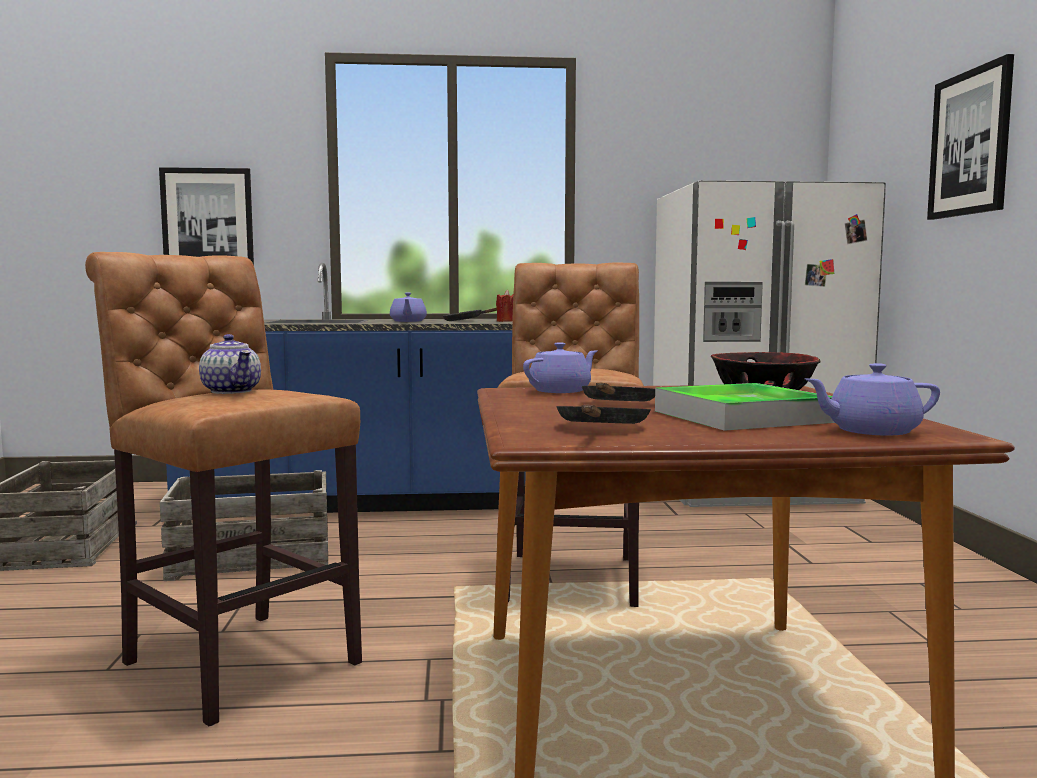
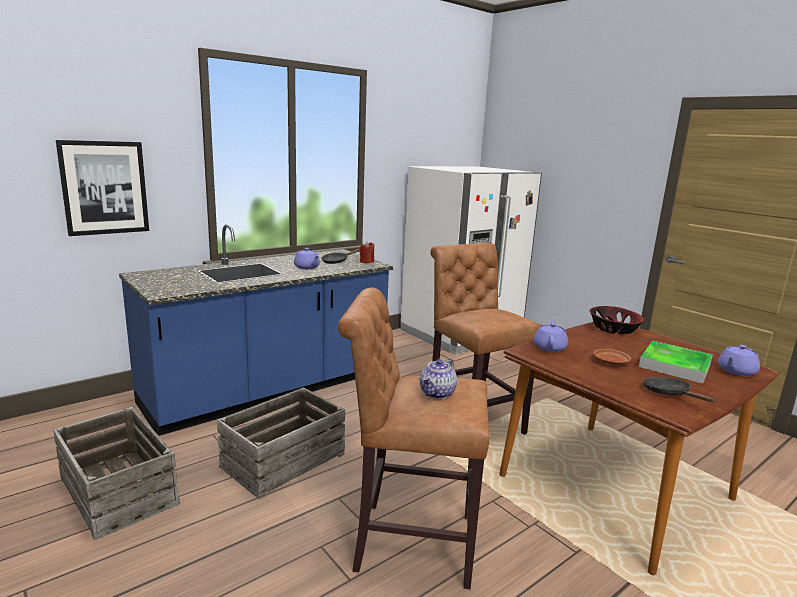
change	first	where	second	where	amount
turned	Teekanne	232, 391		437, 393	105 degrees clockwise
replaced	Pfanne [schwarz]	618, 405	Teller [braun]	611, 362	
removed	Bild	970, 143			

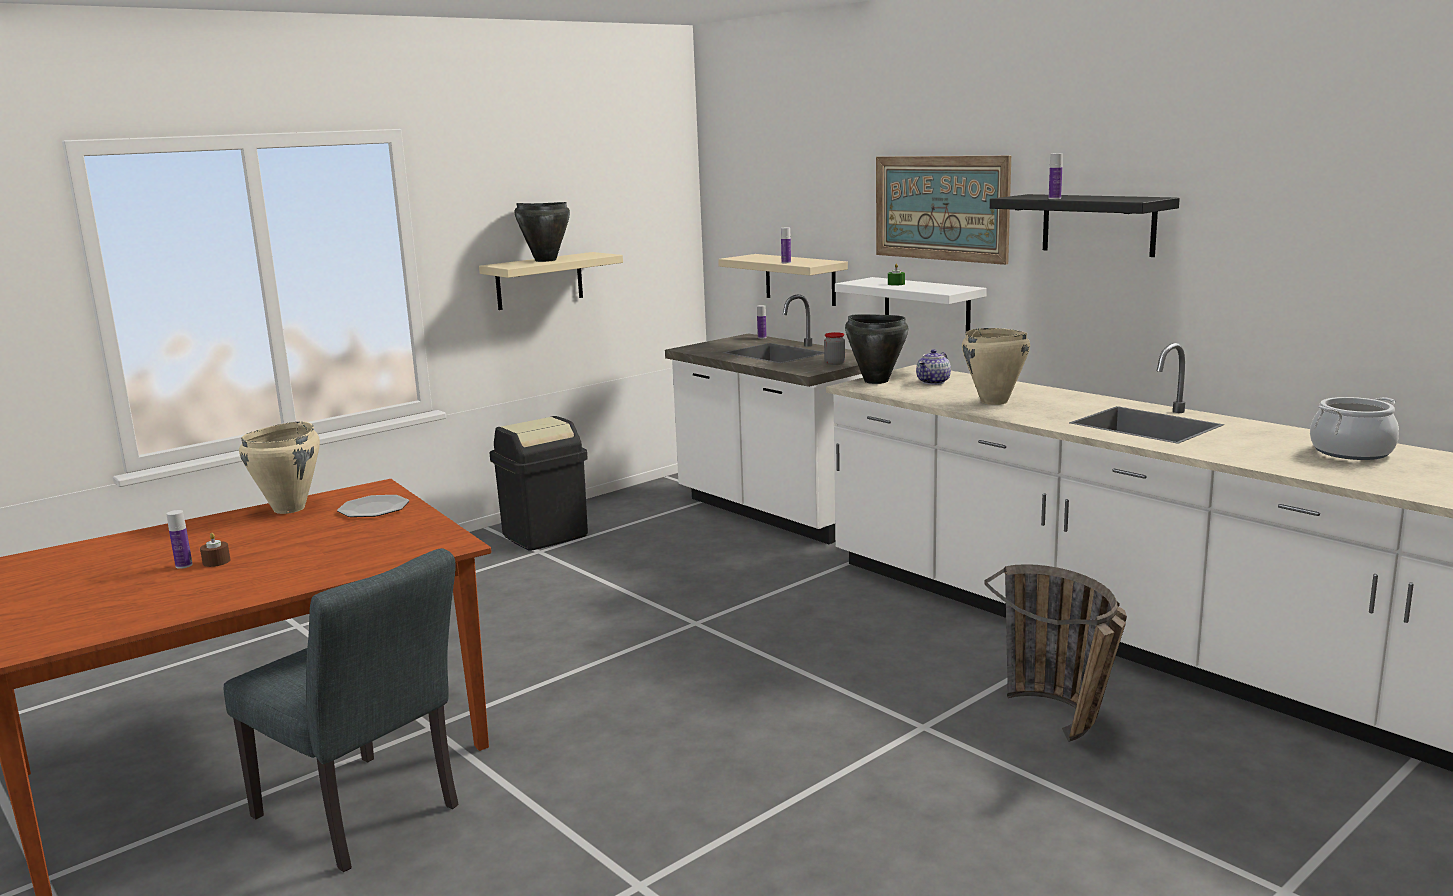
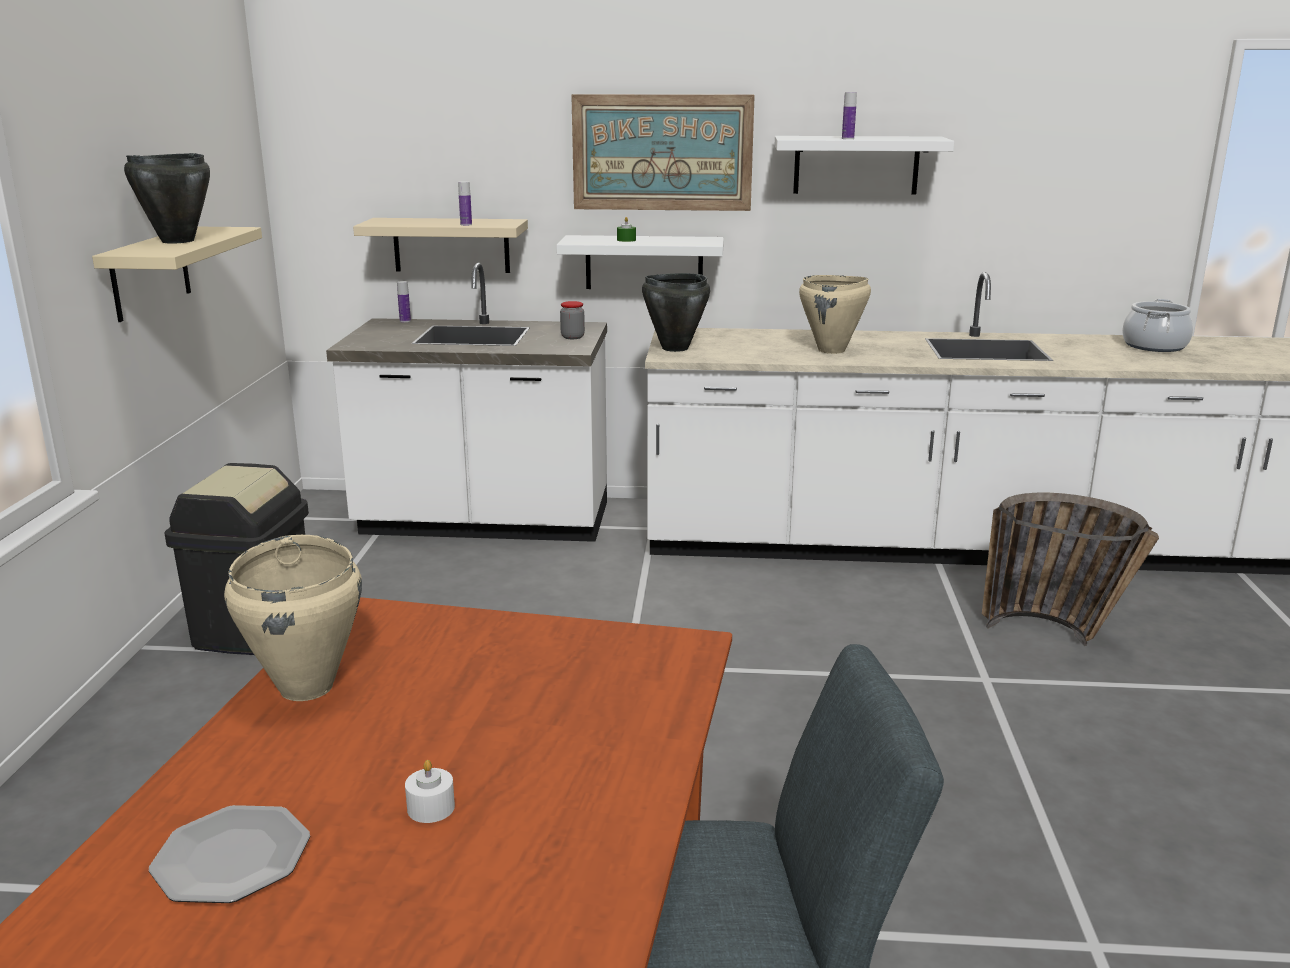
change	first	where	second	where	amount
removed	Flasche	184, 565			
recoloured	Kerze [braun]	216, 562	Kerze [weiß]	431, 808	
moved	Teller	373, 508		231, 857	
removed	Teekanne	933, 382			
recoloured	Wandregal [schwarz]	1098, 224	Wandregal [weiß]	856, 165	

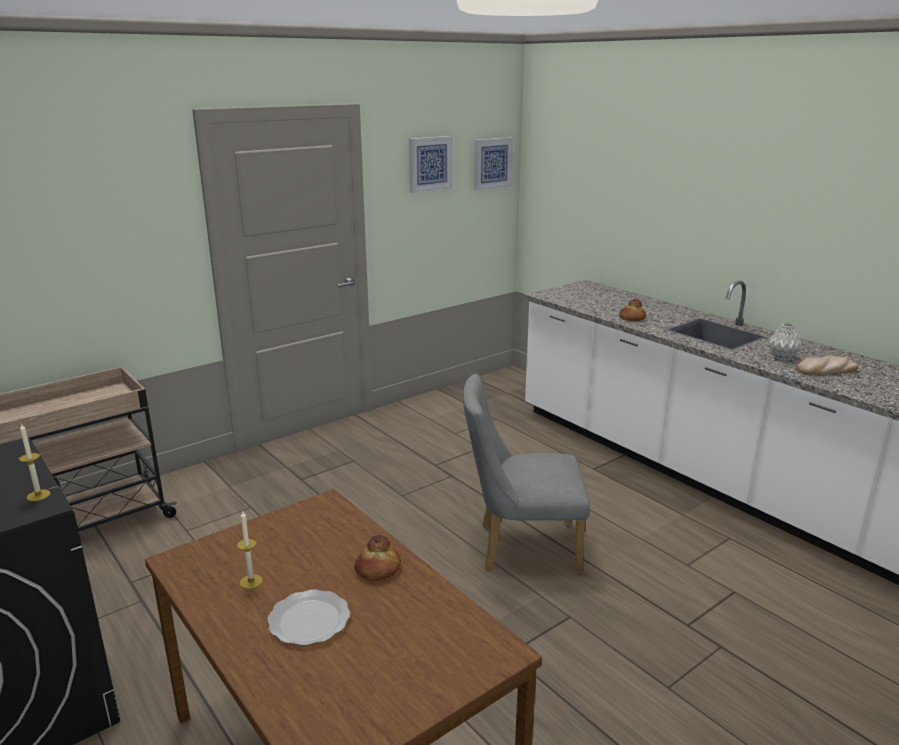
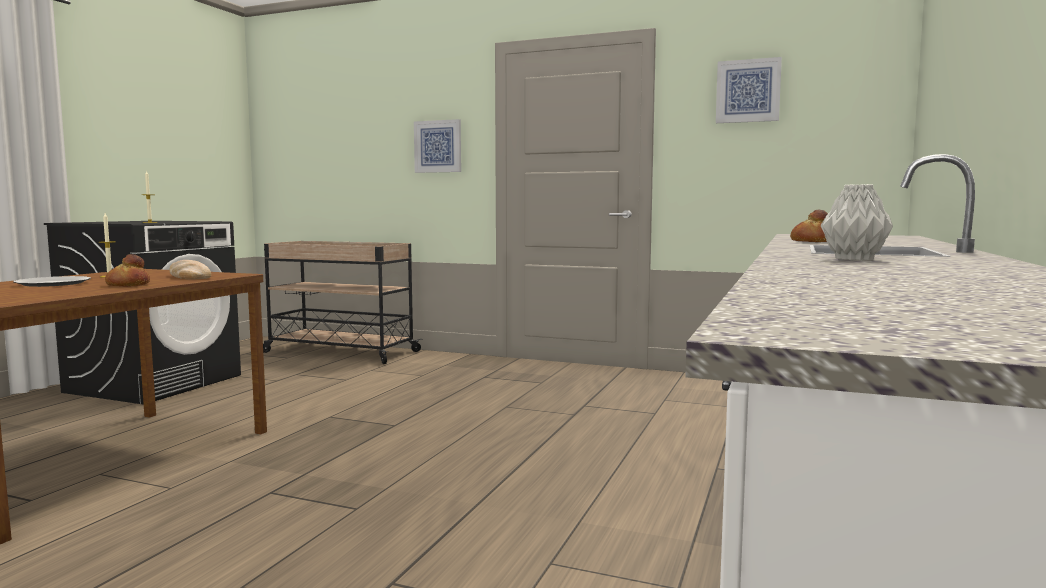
change	first	where	second	where	amount
removed	Stuhl [grau]	520, 548			
moved	Bild	492, 163		438, 146	
moved	Brot	826, 370		189, 276	

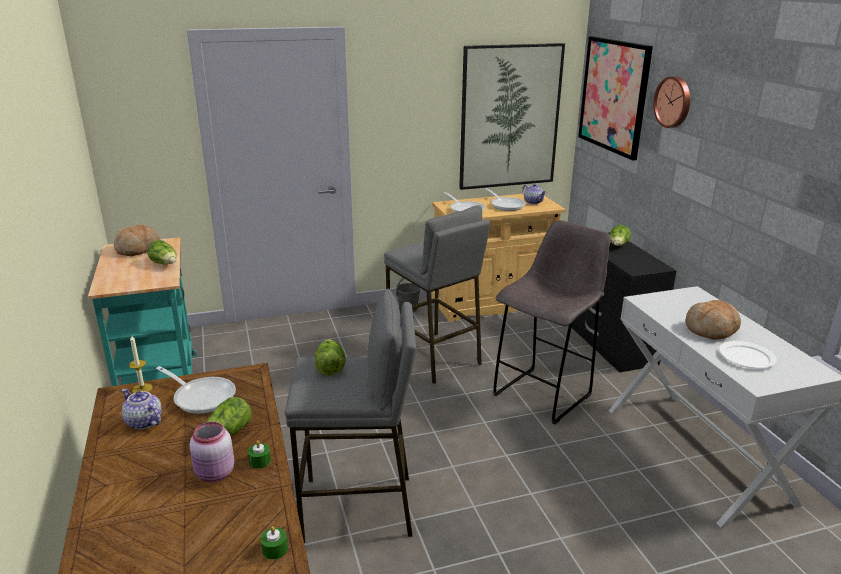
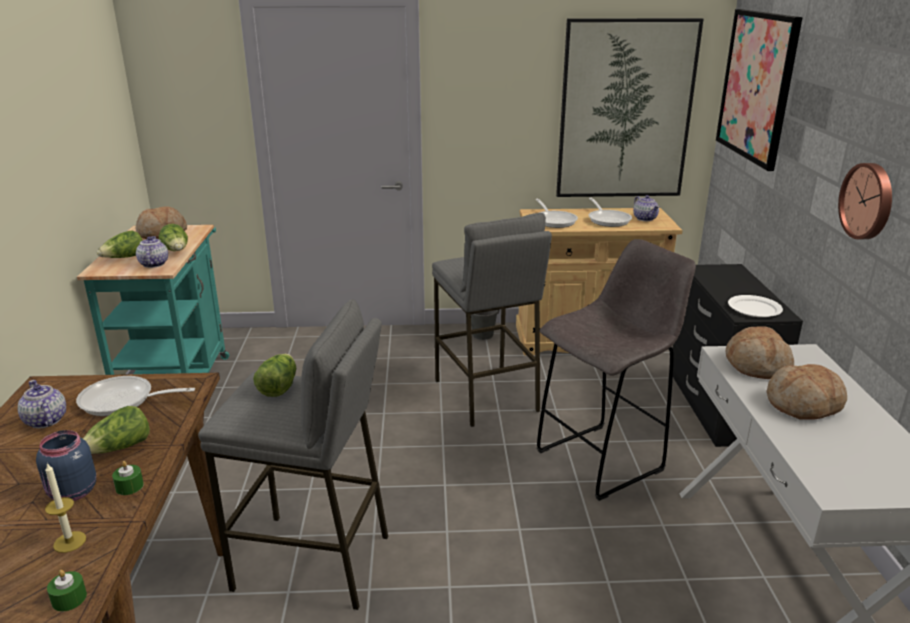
change	first	where	second	where	amount
moved	Kerze	142, 388		69, 542	
turned	Pfanne	201, 397		123, 401	135 degrees clockwise
recoloured	Vorratsglas [rosa]	215, 474	Vorratsglas [blau]	72, 493	
moved	Salatkopf	618, 245		124, 258	
moved	Wanduhr	673, 102		868, 201	
moved	Teller [weiß]	747, 357		754, 309	
added			Teekanne	153, 264	
added			Brot	757, 365	

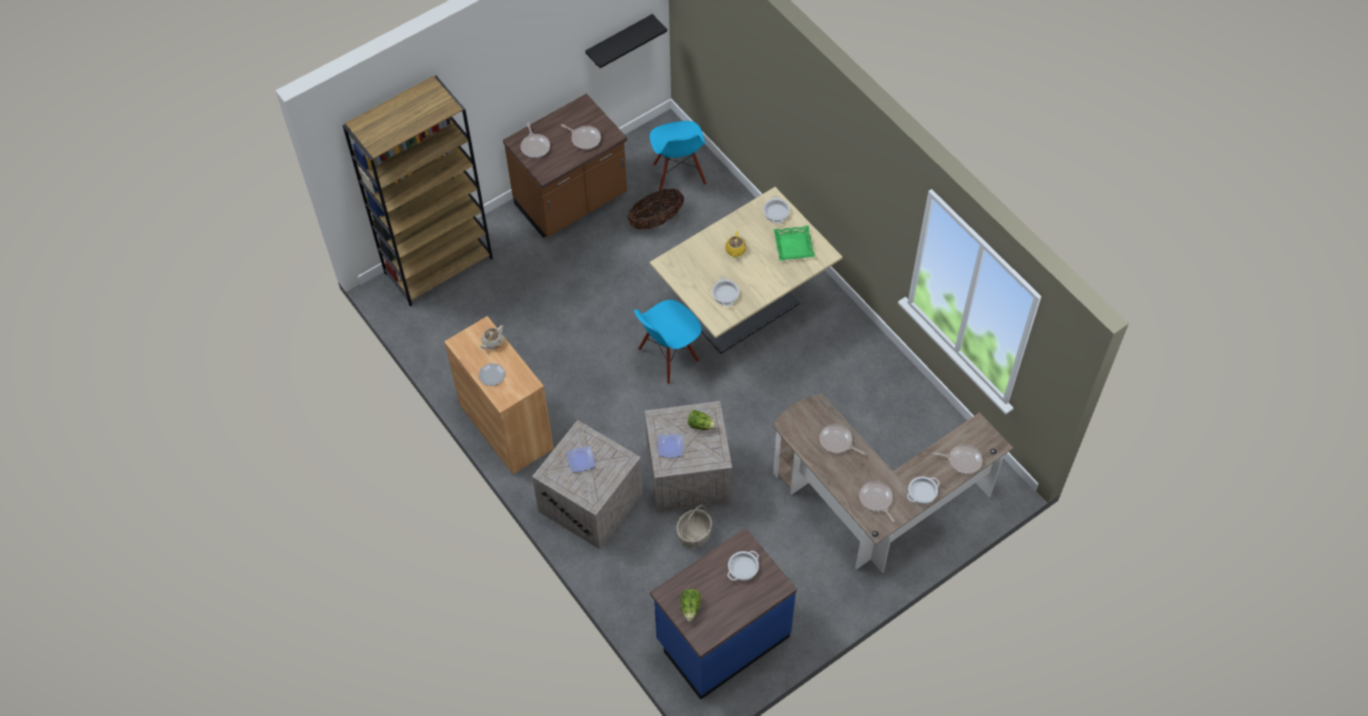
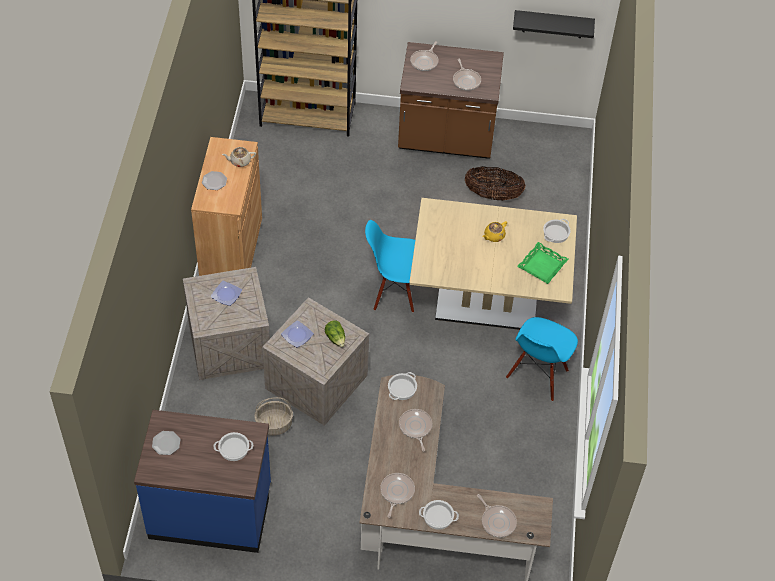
change	first	where	second	where	amount
moved	Stuhl [blau]	678, 174		538, 375	
replaced	Salatkopf	690, 607	Teller	166, 443	
moved	Kochtopf	725, 294		402, 388	

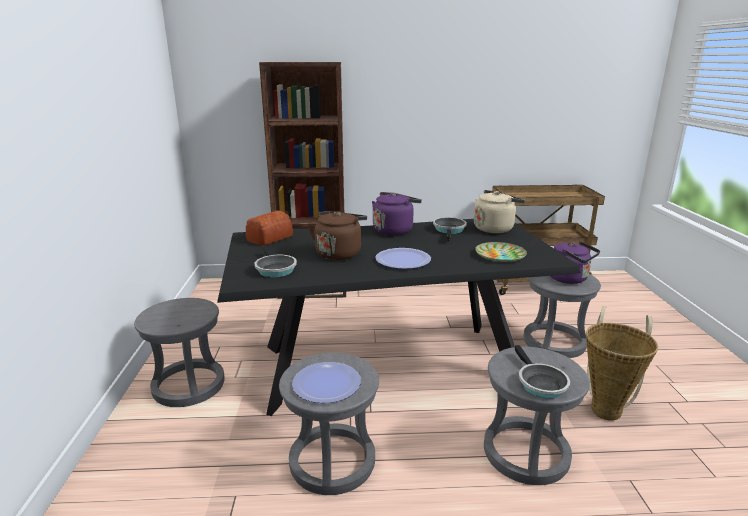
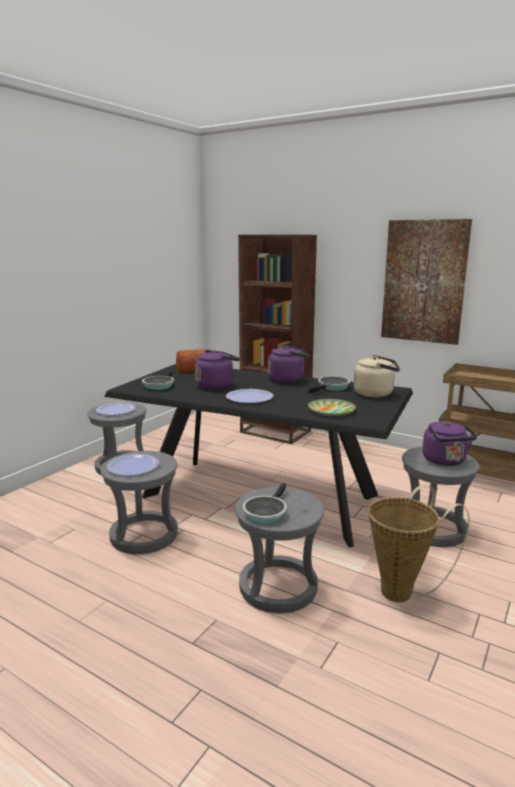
change	first	where	second	where	amount
recoloured	Wasserkessel [braun]	339, 253	Wasserkessel [lila]	216, 385	
added			Teller	116, 410	
added			Bild	424, 281	

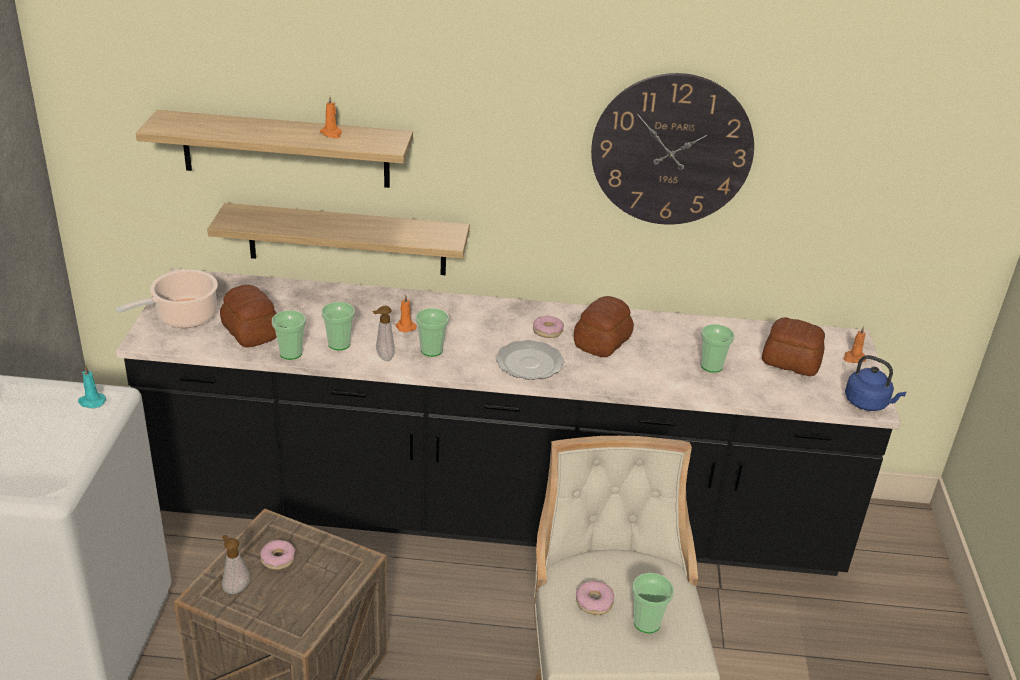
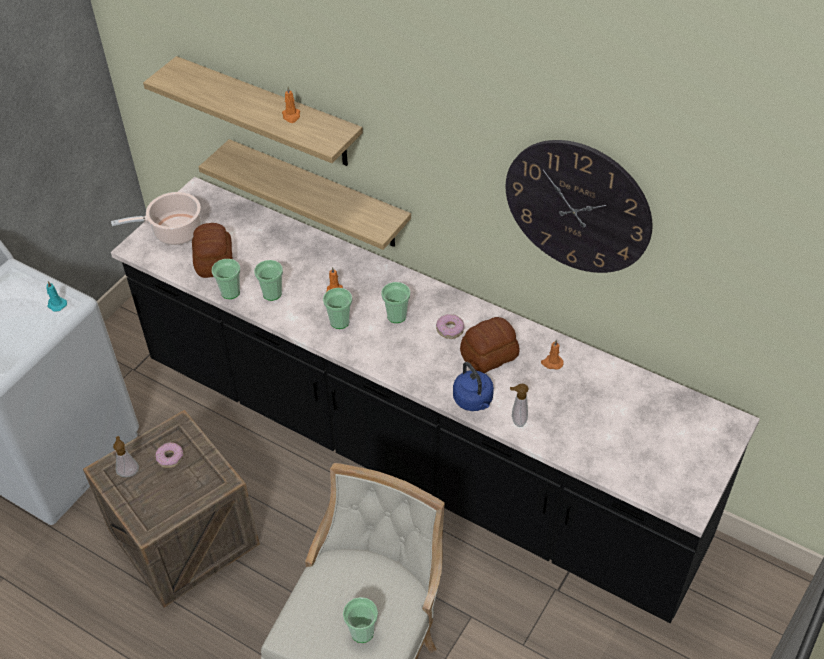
change	first	where	second	where	amount
moved	Seifenspender	383, 357		517, 420	
removed	Teller	528, 363			
removed	Donut	594, 602			
moved	Tasse	711, 366		396, 316	
removed	Brot	790, 361			
moved	Kerze [orange]	853, 358		552, 363	
moved	Wasserkessel [blau]	868, 403		474, 401	

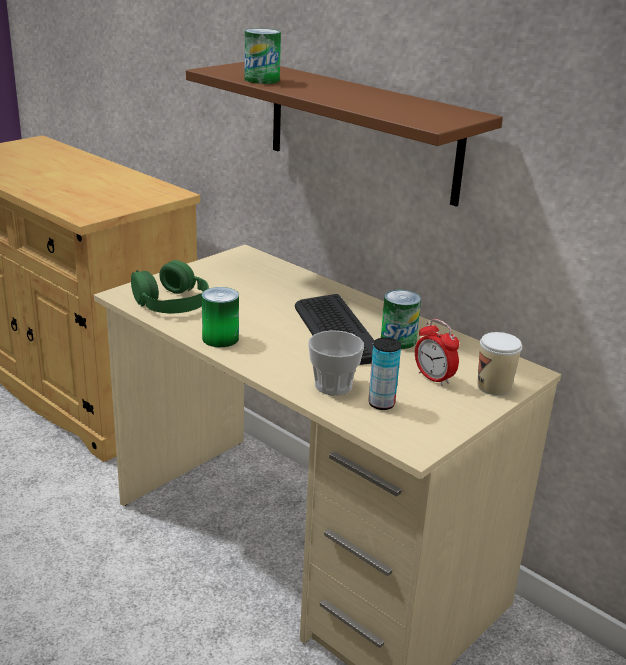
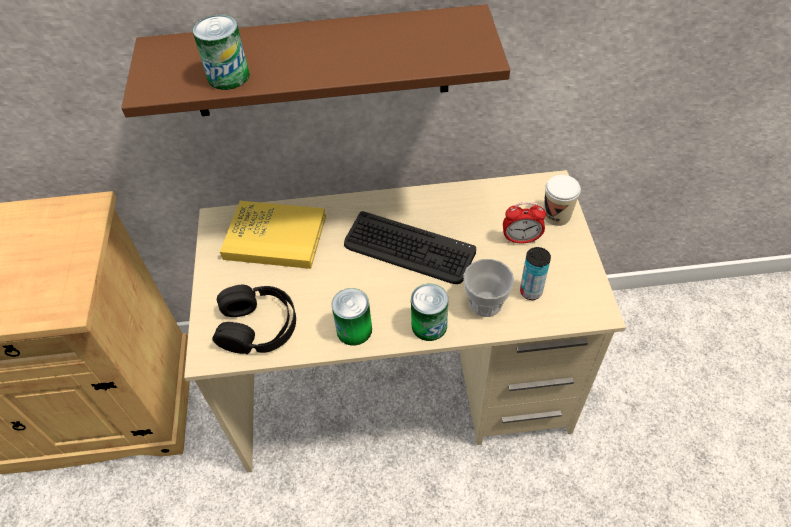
change	first	where	second	where	amount
recoloured	Kopfhörer [grün]	171, 301	Kopfhörer [schwarz]	258, 326	
moved	Dose	398, 340		429, 325	
added			Buch [gelb]	275, 237	

